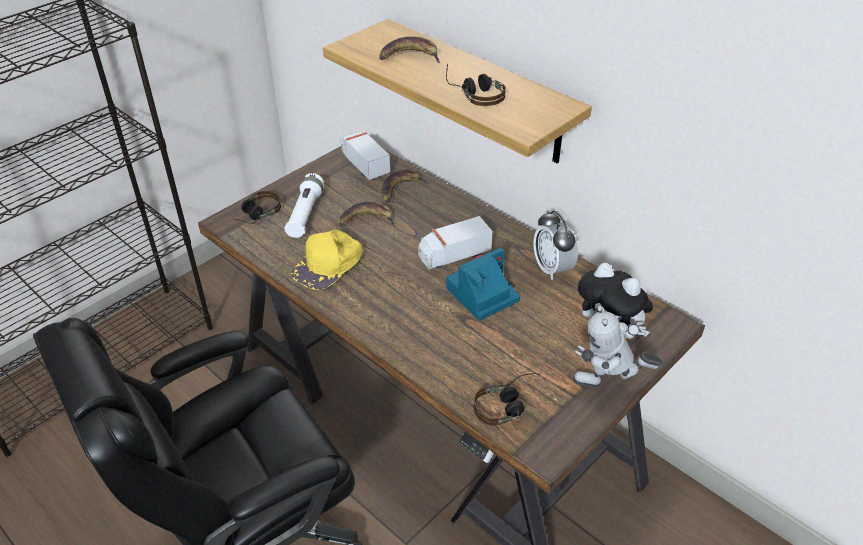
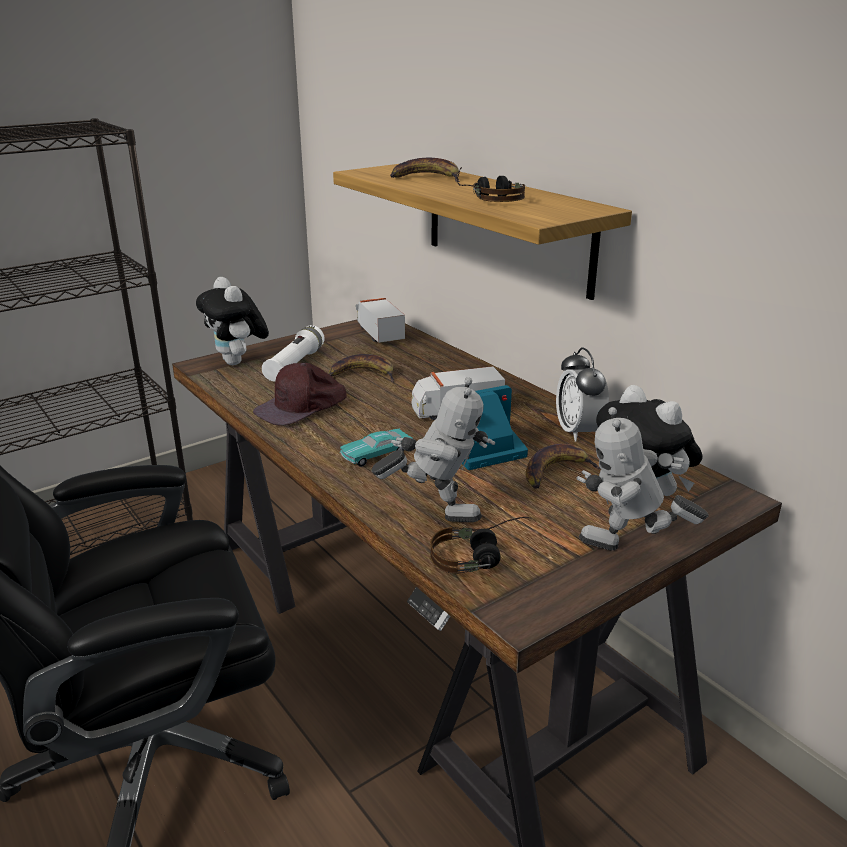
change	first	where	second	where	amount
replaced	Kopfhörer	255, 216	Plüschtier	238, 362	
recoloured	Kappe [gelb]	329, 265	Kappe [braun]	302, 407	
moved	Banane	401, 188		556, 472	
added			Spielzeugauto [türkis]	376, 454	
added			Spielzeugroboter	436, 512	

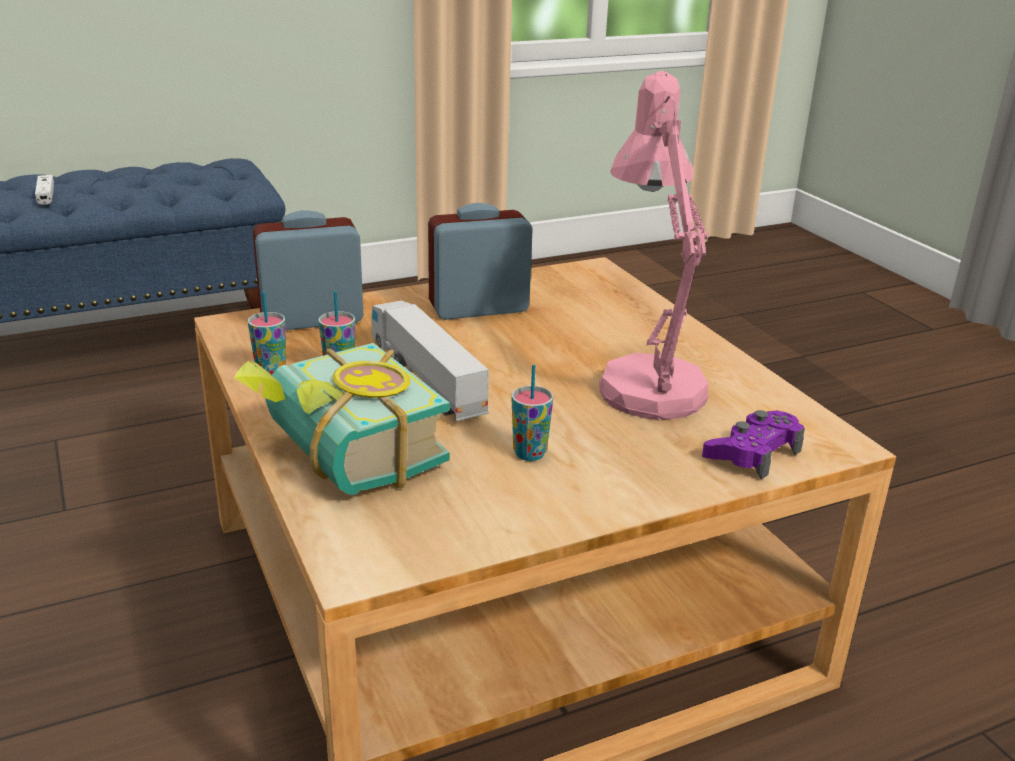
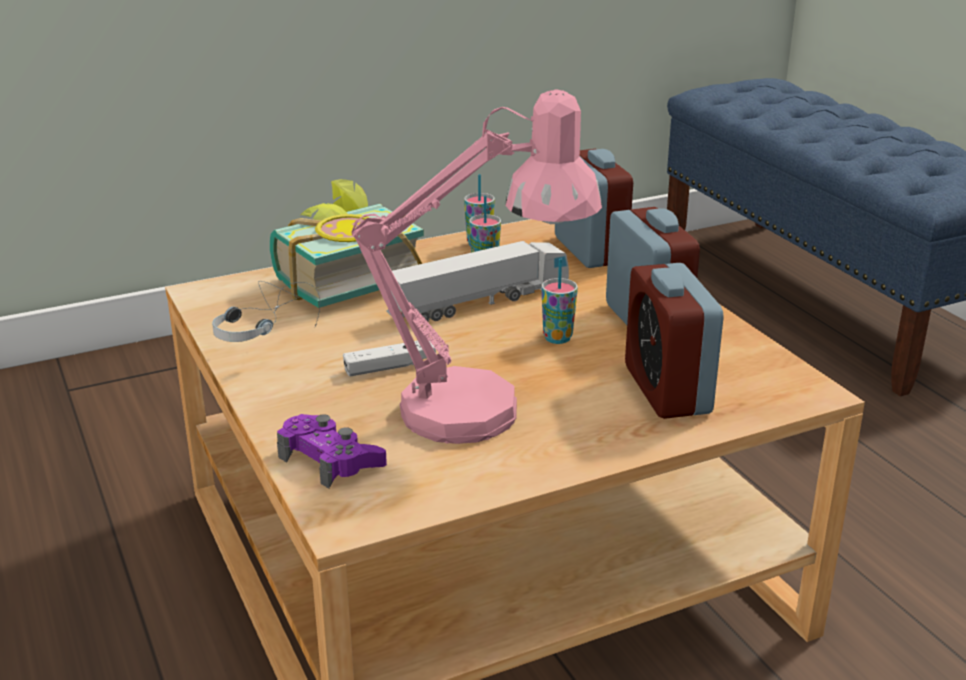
change	first	where	second	where	amount
moved	Gamepad [weiß]	46, 196		390, 367	
moved	Tasse	529, 454		557, 338	
added			Kopfhörer	253, 341	
added			Wecker	667, 390	

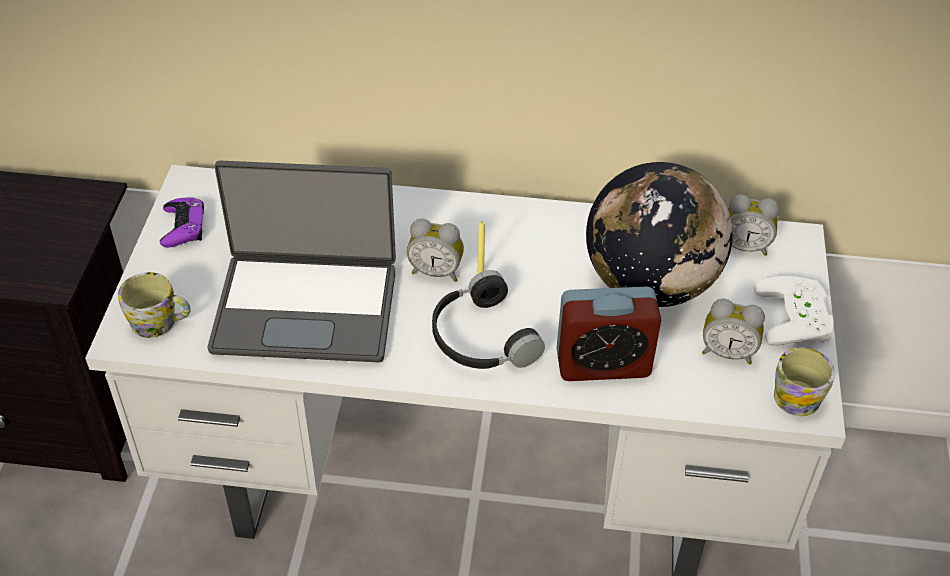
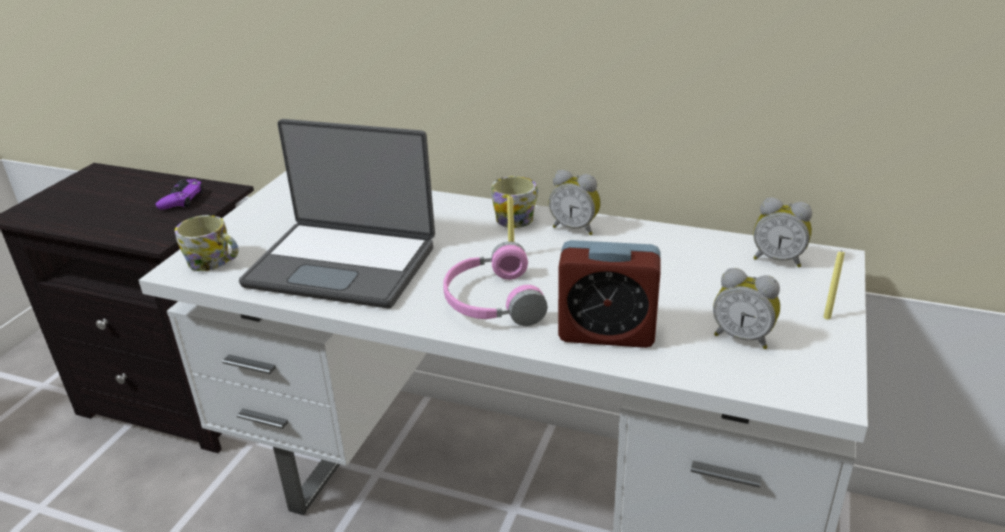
change	first	where	second	where	amount
moved	Gamepad [lila]	183, 227		182, 199	
moved	Wecker	436, 271		575, 228	
recoloured	Kopfhörer [schwarz]	480, 338	Kopfhörer [rosa]	491, 301	
removed	Globus	650, 284			
replaced	Gamepad [weiß]	798, 317	Kerze [gelb]	827, 317	
moved	Henkelbecher	799, 393		518, 218	

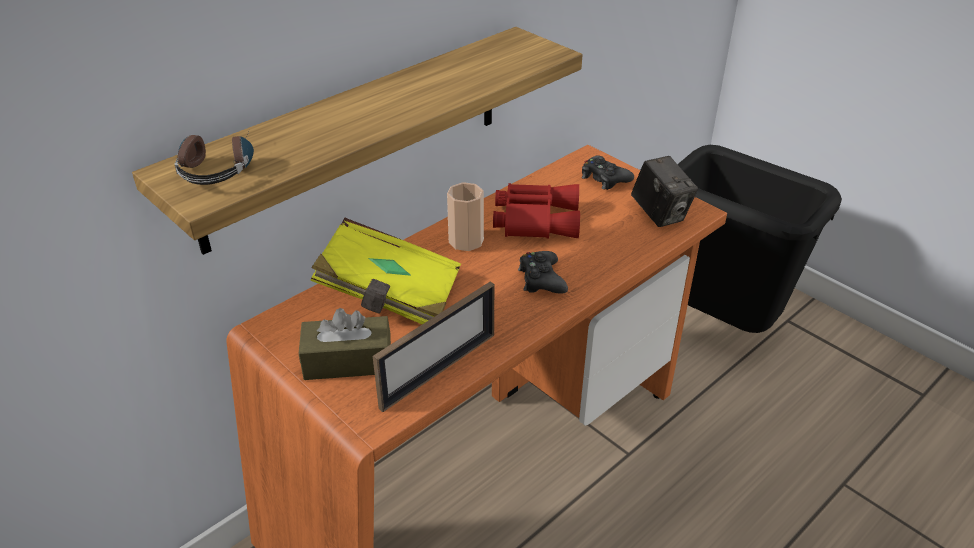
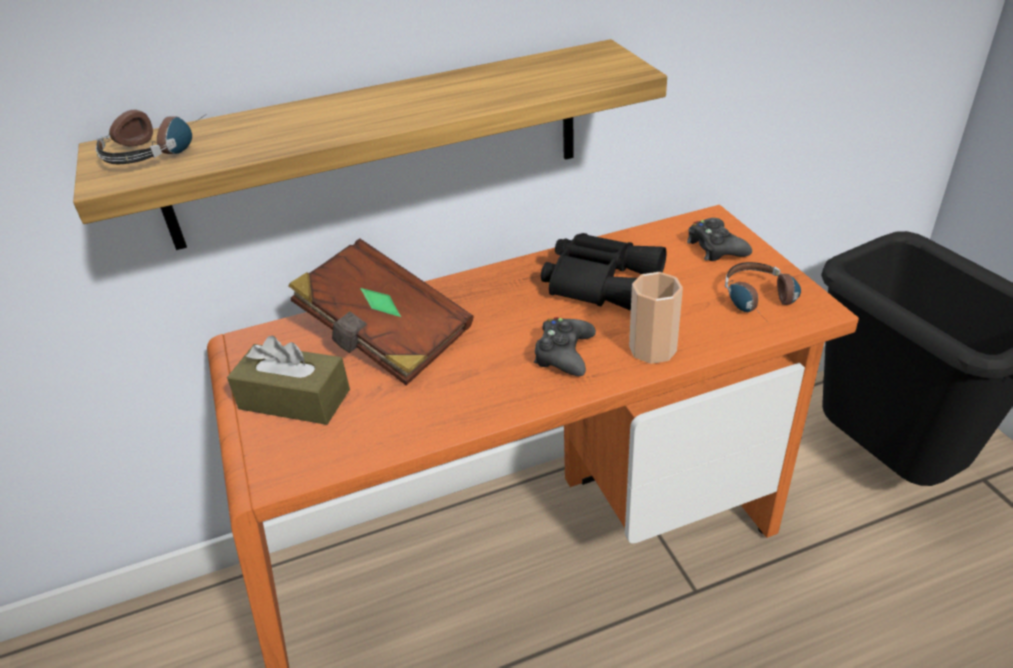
change	first	where	second	where	amount
recoloured	Buch [gelb]	390, 295	Buch [braun]	385, 336	
removed	Bilderrahmen	439, 370			
moved	Tasse	466, 241		652, 349	
recoloured	Fernglas [rot]	535, 218	Fernglas [schwarz]	601, 280	
replaced	Kamera	660, 214	Kopfhörer	763, 303	

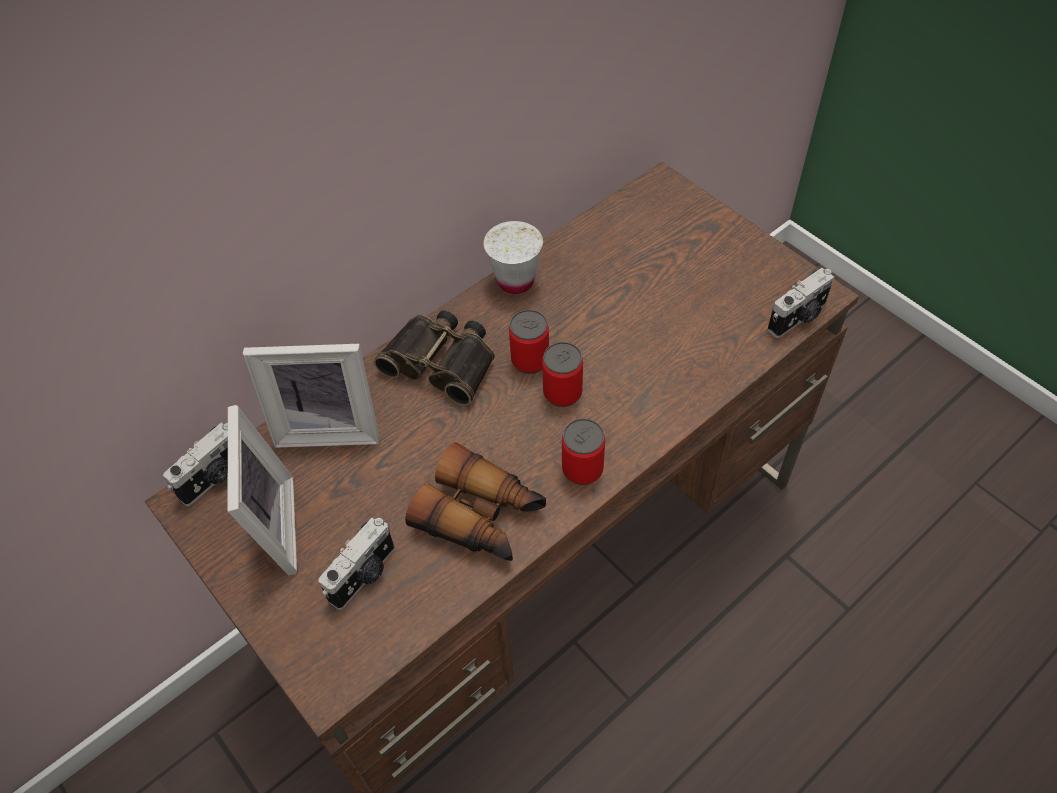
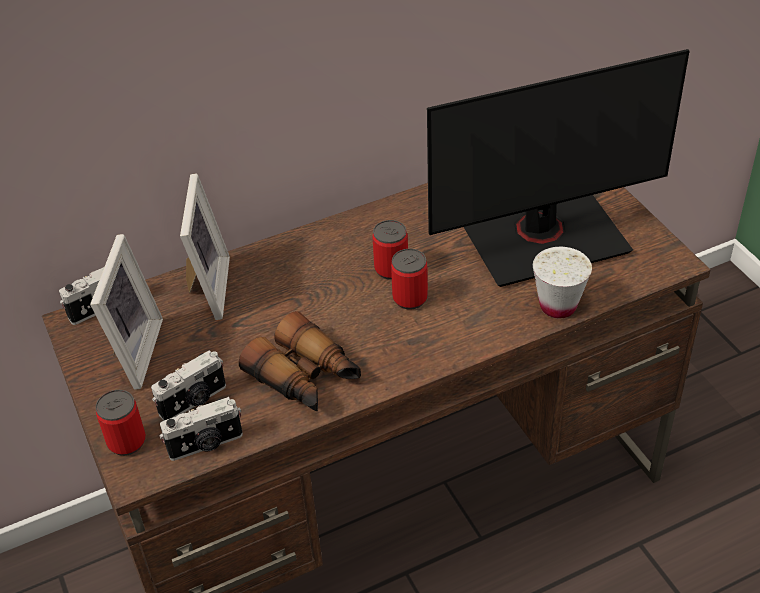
change	first	where	second	where	amount
turned	Bilderrahmen	329, 426		205, 288	105 degrees counterclockwise
removed	Fernglas	443, 361			
moved	Tasse [weiß]	515, 281		558, 306	
moved	Dose	582, 469		127, 441	
moved	Kamera	798, 318		206, 445	
added			Monitor	544, 238	

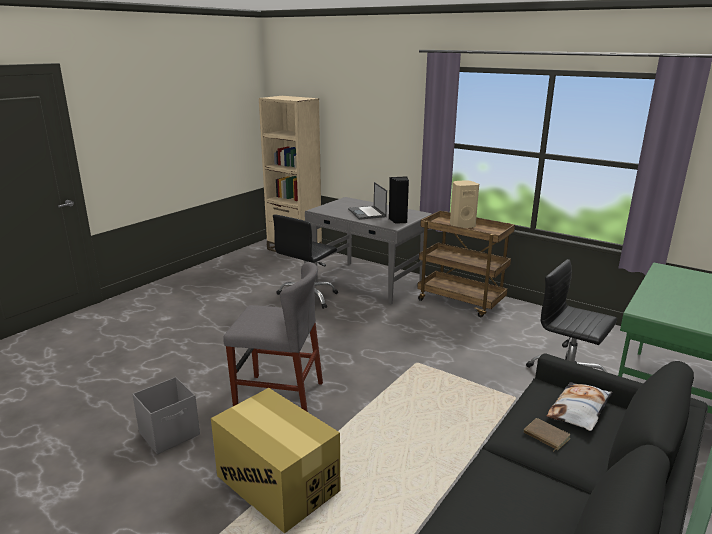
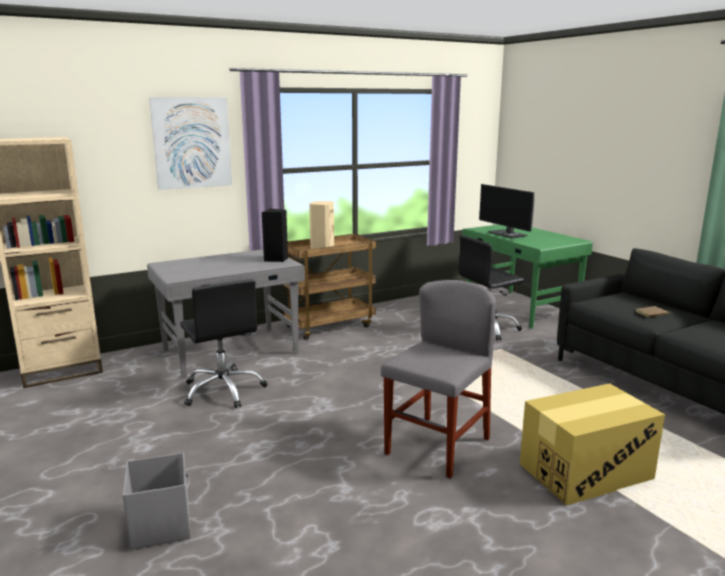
change	first	where	second	where	amount
moved	Aufbewahrungsbox [grau]	170, 434		161, 525	
removed	Laptop	367, 213			
removed	Kissen	579, 410			
added			Bild	192, 143	
added			Monitor	508, 234	

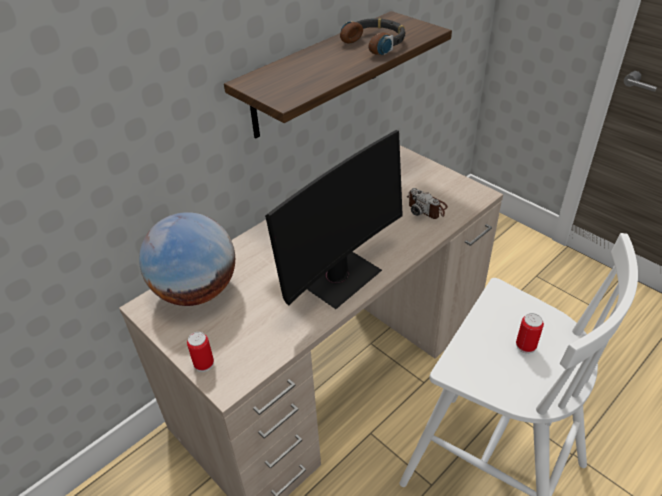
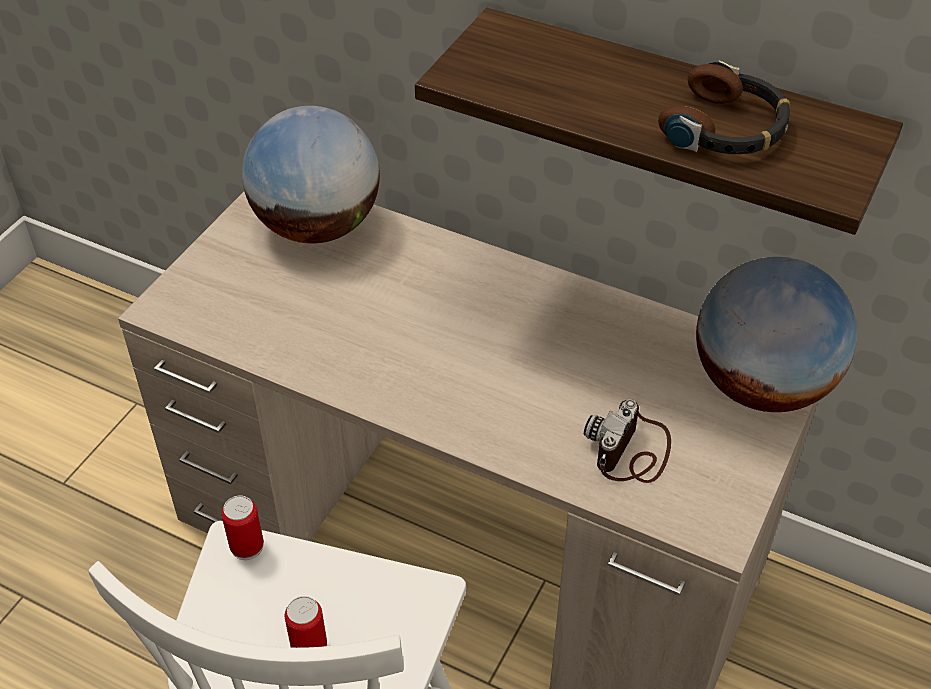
change	first	where	second	where	amount
moved	Dose	204, 364		247, 546	
removed	Monitor	339, 277			
added			Globus	761, 385	

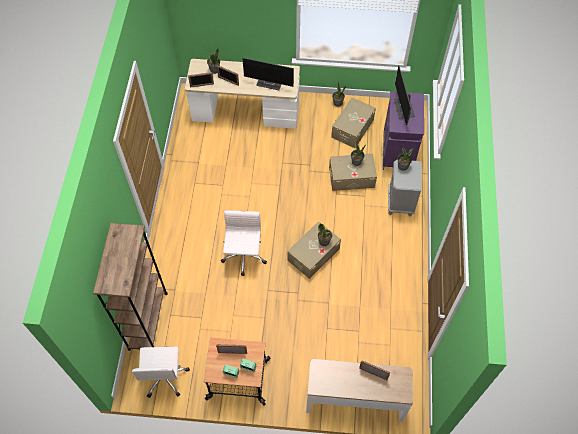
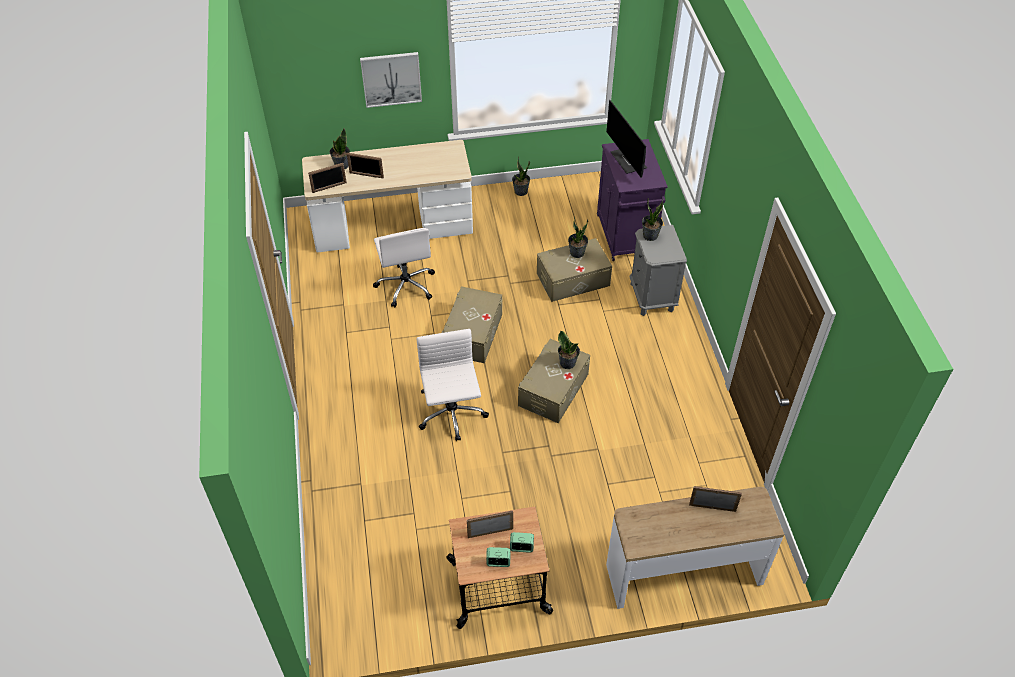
change	first	where	second	where	amount
removed	Bücherregal [braun]	148, 320			
moved	Bürostuhl [weiß]	164, 376		406, 285	
removed	Monitor	270, 82			
moved	Aufbewahrungsbox [beige]	352, 128		473, 334	
added			Bild	391, 79	

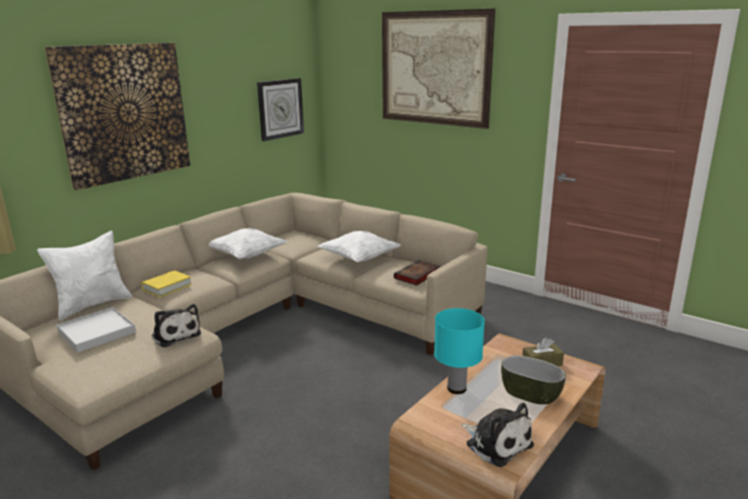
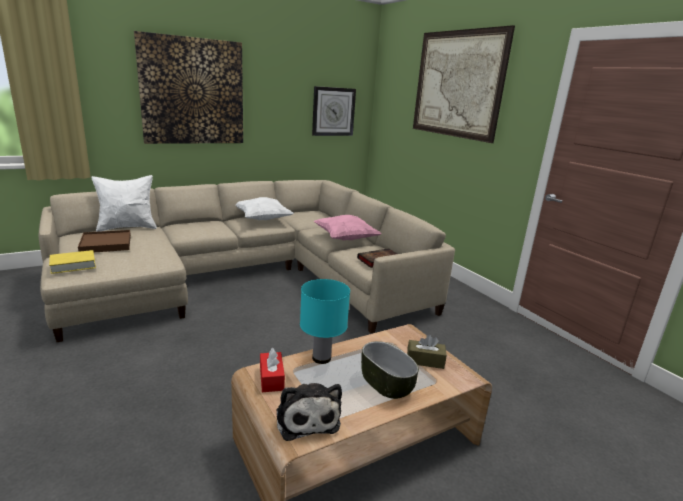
change	first	where	second	where	amount
recoloured	Tablett [weiß]	97, 332	Tablett [braun]	106, 244	
moved	Buch [gelb]	167, 287		73, 265	
removed	Plüschtier	176, 335			
recoloured	Kissen [weiß]	359, 259	Kissen [rosa]	345, 239	
added			Taschentuchbox [rot]	271, 378	

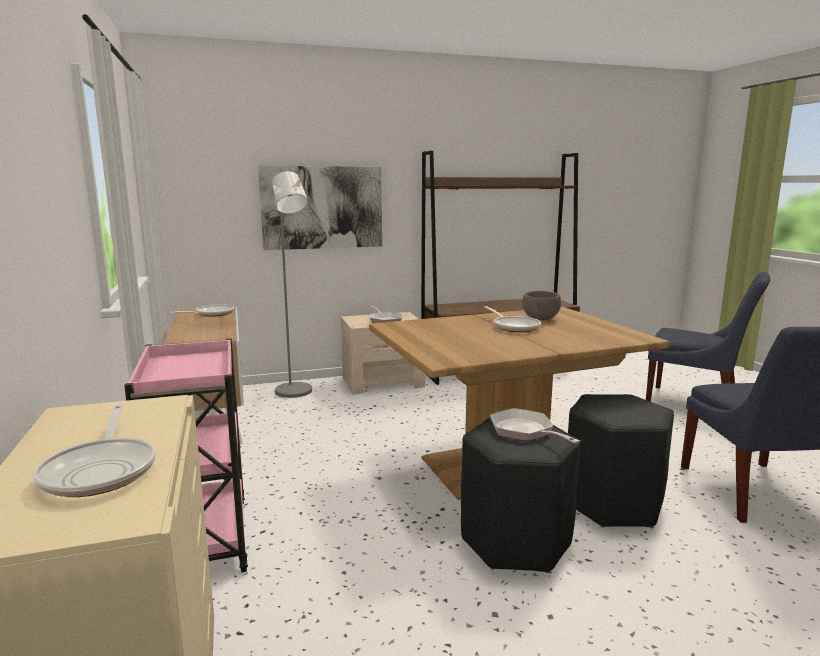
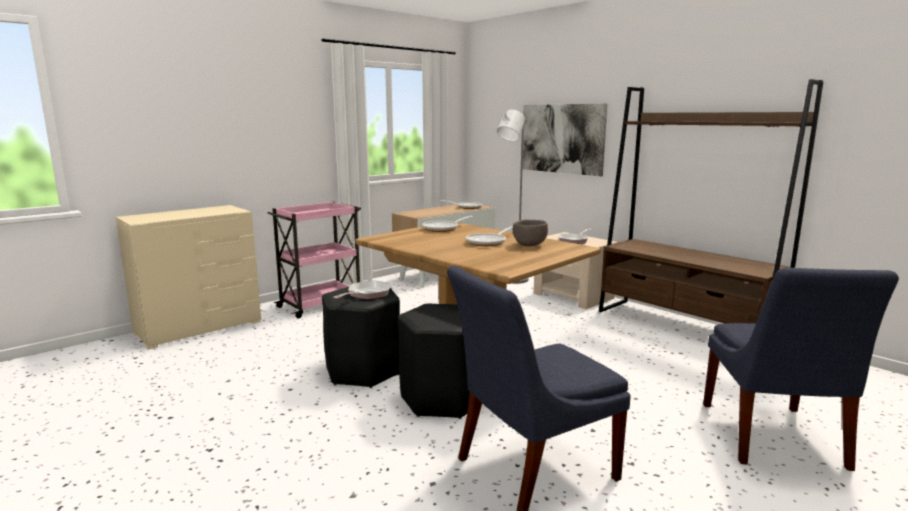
change	first	where	second	where	amount
moved	Pfanne	102, 470		443, 228	

